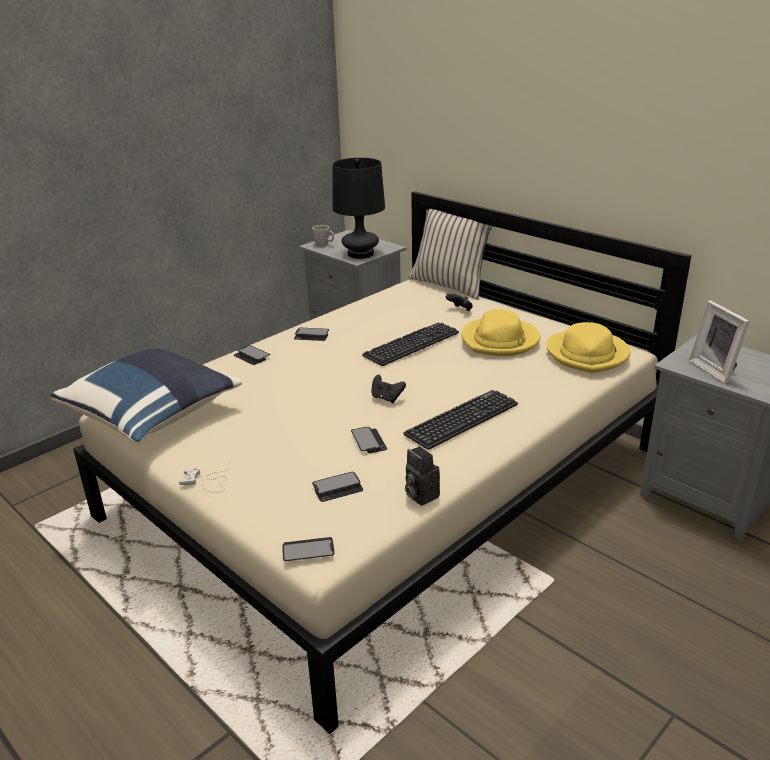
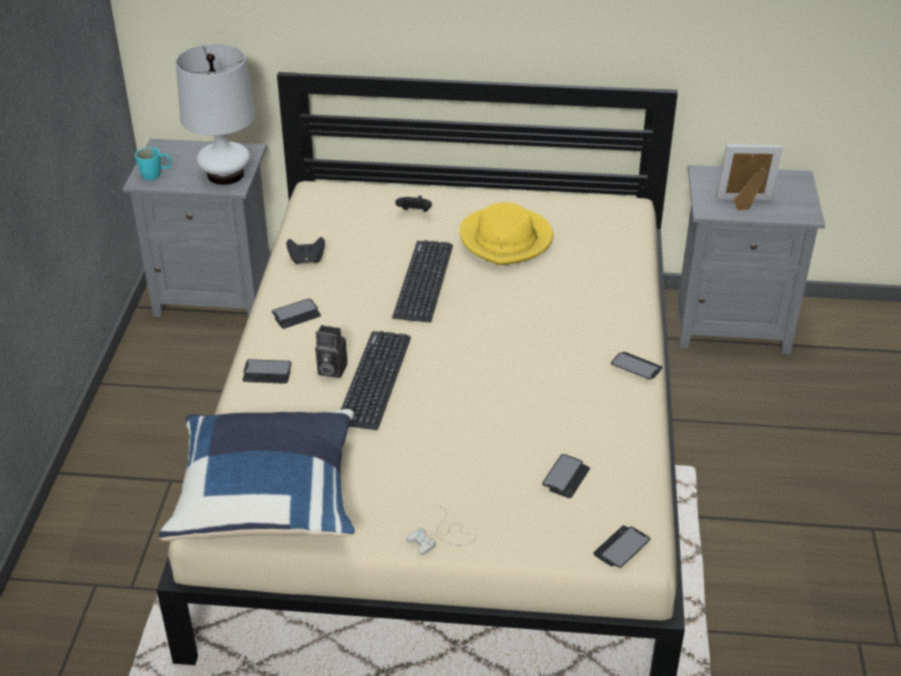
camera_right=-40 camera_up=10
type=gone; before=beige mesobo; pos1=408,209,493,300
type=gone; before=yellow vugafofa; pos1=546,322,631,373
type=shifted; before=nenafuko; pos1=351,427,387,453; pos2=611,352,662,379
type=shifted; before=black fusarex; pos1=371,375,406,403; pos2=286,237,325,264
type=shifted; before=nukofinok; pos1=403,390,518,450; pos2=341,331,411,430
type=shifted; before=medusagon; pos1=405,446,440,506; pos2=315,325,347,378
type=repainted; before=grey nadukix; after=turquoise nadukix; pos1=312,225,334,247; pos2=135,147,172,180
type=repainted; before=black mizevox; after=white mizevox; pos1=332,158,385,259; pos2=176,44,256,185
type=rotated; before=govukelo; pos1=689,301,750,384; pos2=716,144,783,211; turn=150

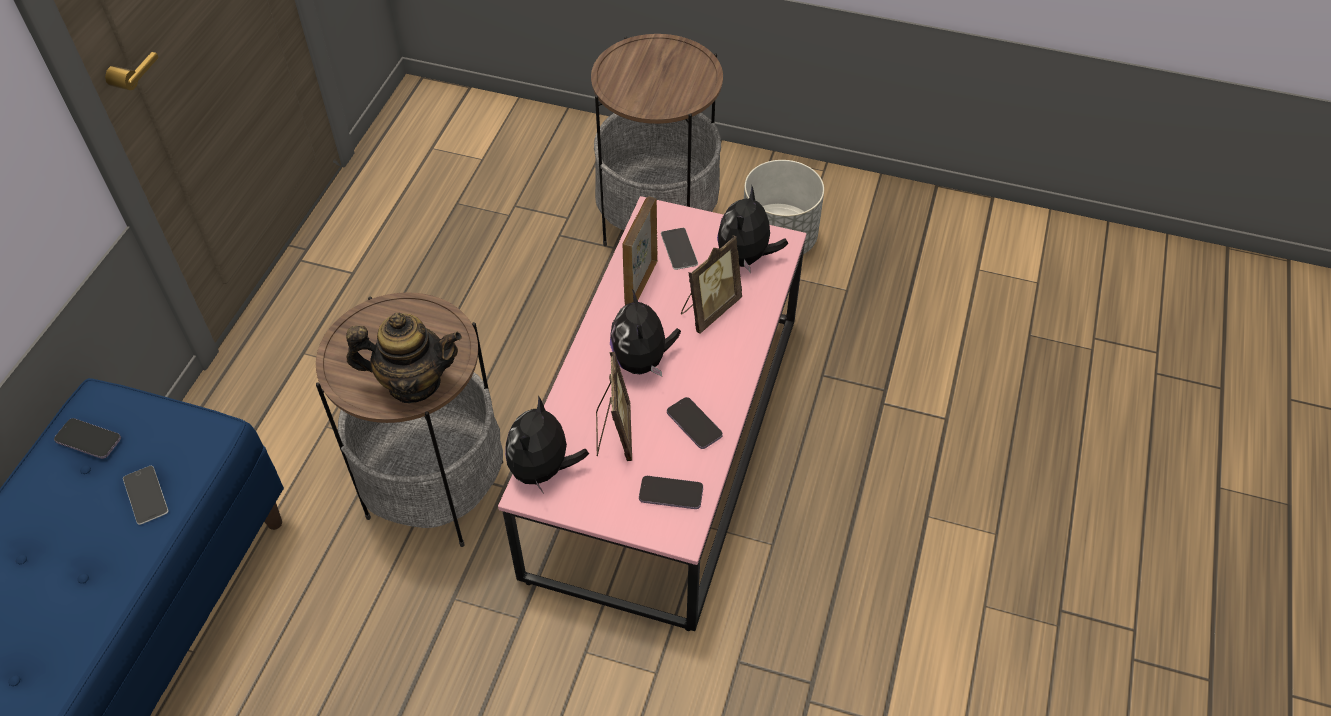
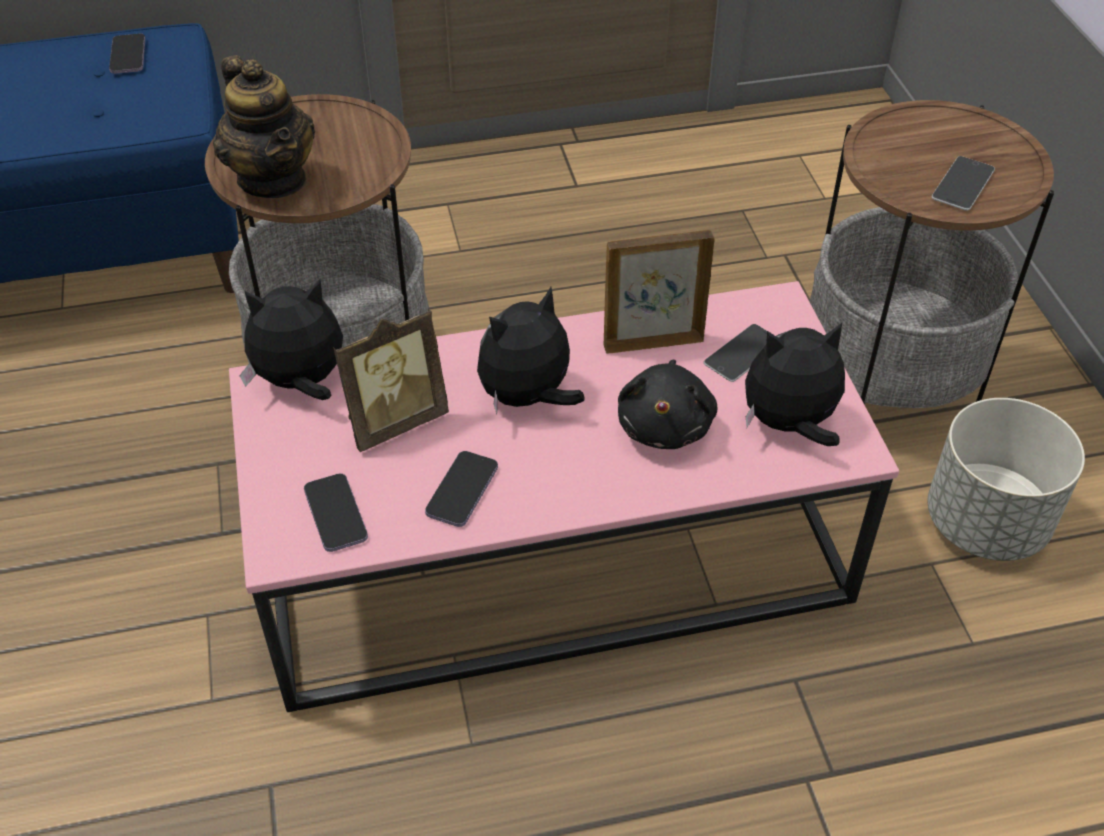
camera_right=60 camera_up=-5
type=shifted; before=nenafuko; pos1=123,466,168,525; pos2=932,156,995,211
type=swapped; before=govukelo; after=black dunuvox; pos1=681,235,742,334; pos2=618,360,717,449

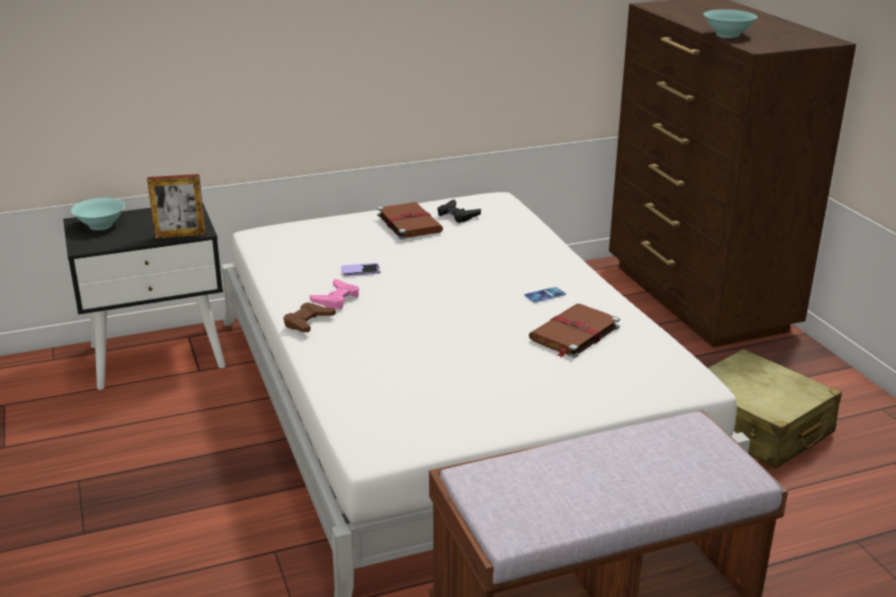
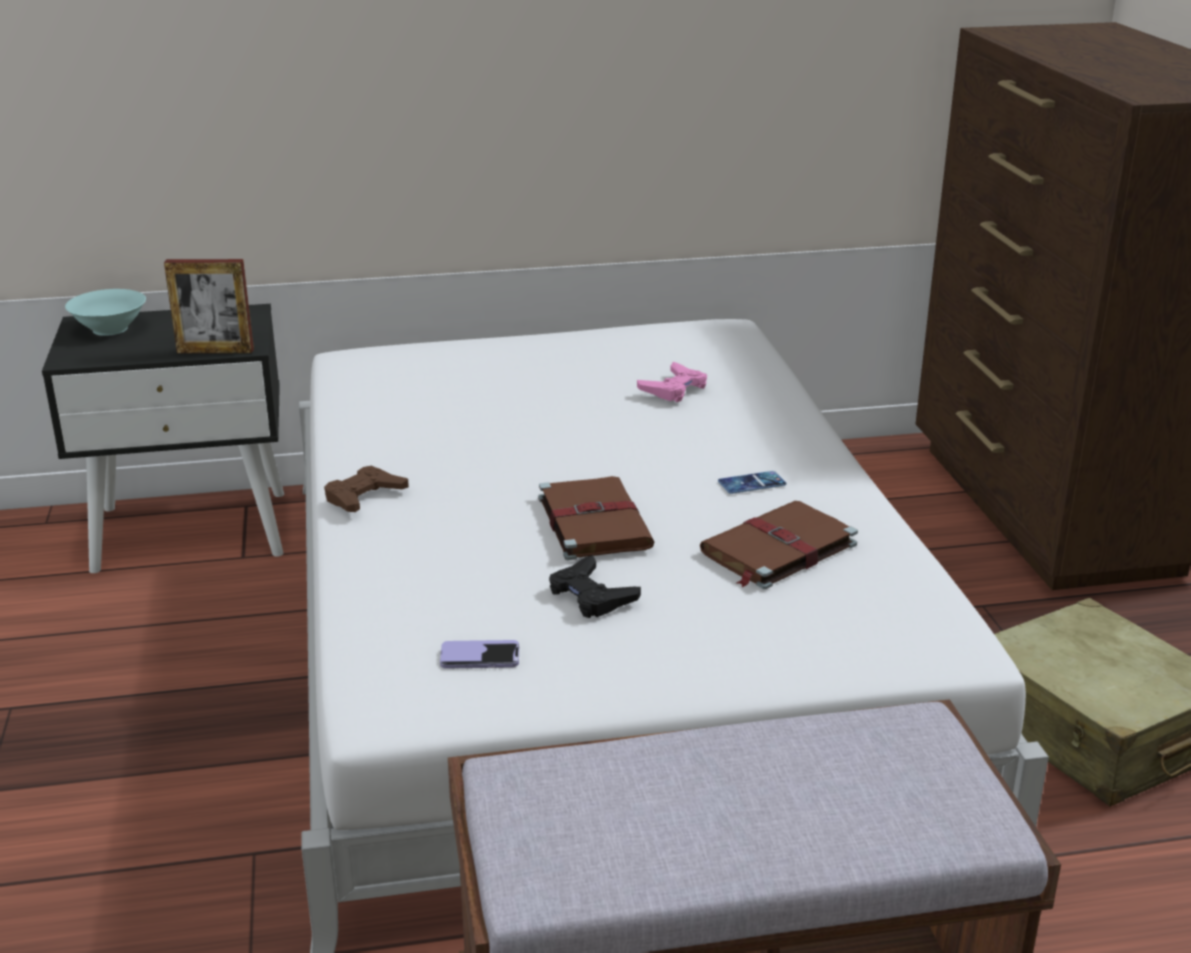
camera_right=10 camera_up=0
type=gone; before=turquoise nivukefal; pos1=704,9,757,38
type=shifted; before=pink fusarex; pos1=310,279,359,309; pos2=637,362,707,402
type=shifted; before=nenafuko; pos1=341,263,380,276; pos2=440,640,519,669
type=shifted; before=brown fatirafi; pos1=377,202,443,240; pos2=538,476,654,560
type=shifted; before=black fusarex; pos1=438,200,481,223; pos2=549,555,641,618

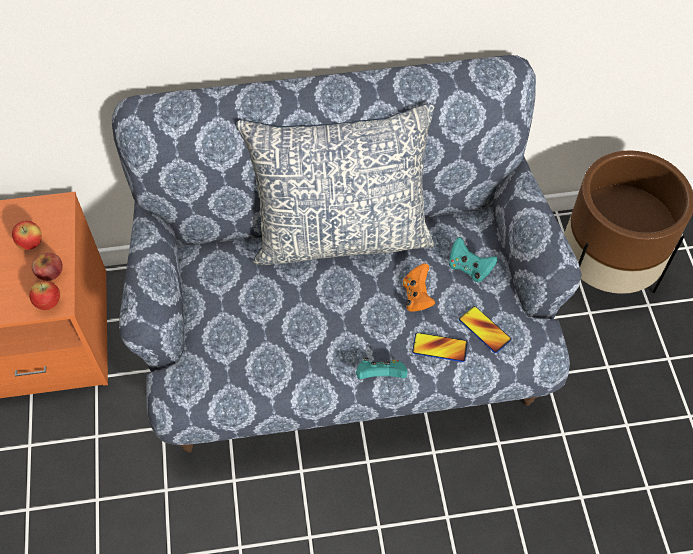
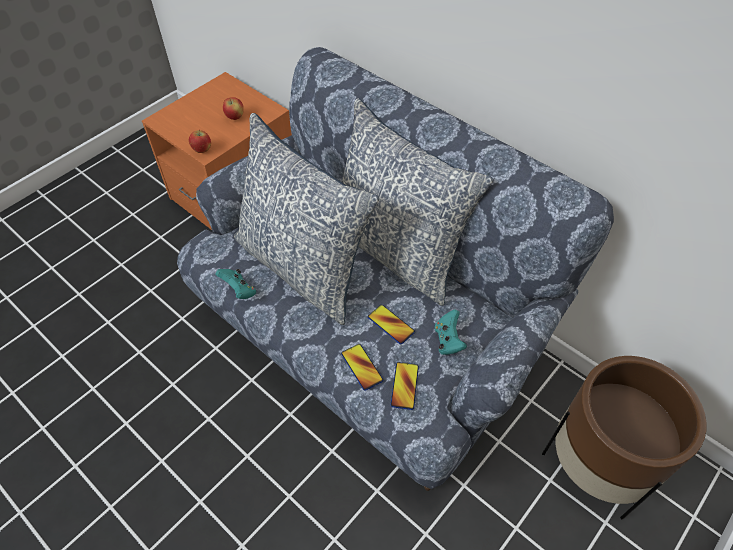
camera_right=50 camera_up=-5
type=gone; before=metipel; pos1=32,253,63,281
type=new; after=mesobo; pos2=234,113,379,325
type=shifted; before=turquoise fusarex; pos1=356,357,408,379; pos2=216,269,256,299
type=swapped; before=orange fusarex; after=nenafuko; pos1=403,263,435,312; pos2=368,305,415,344

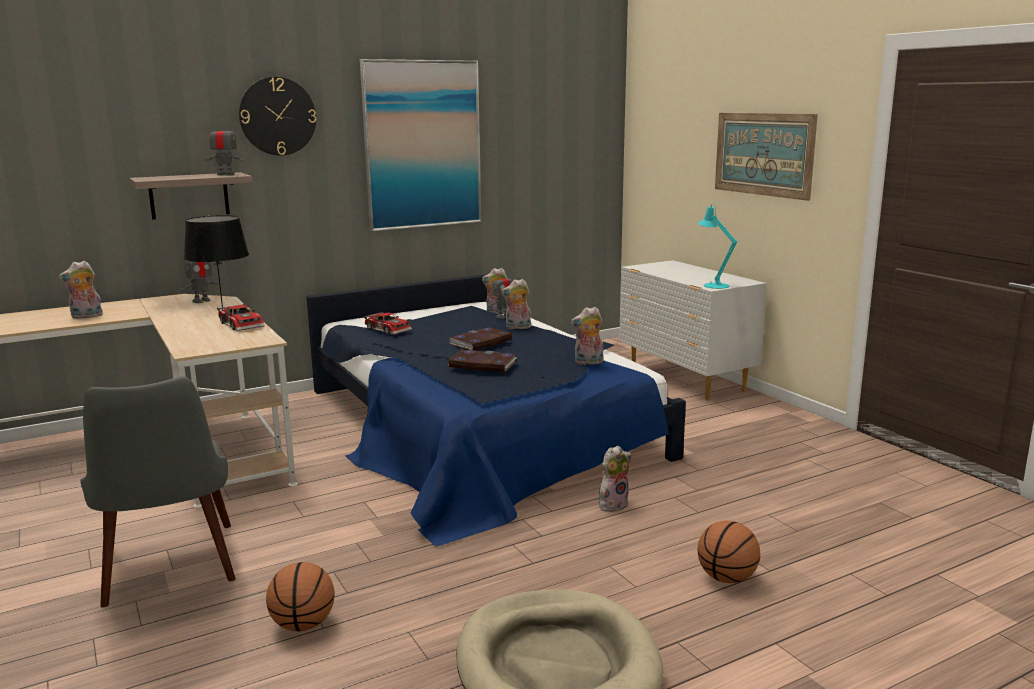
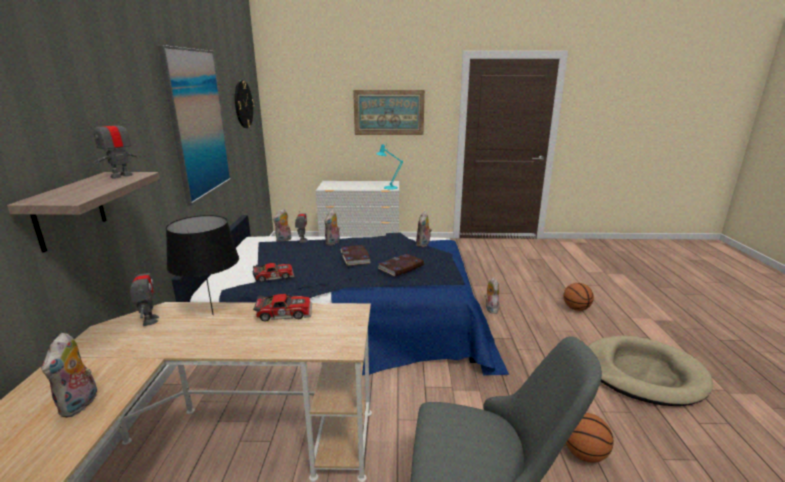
camera_right=-60 camera_up=5
type=shifted; before=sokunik; pos1=239,77,316,156; pos2=235,80,254,128

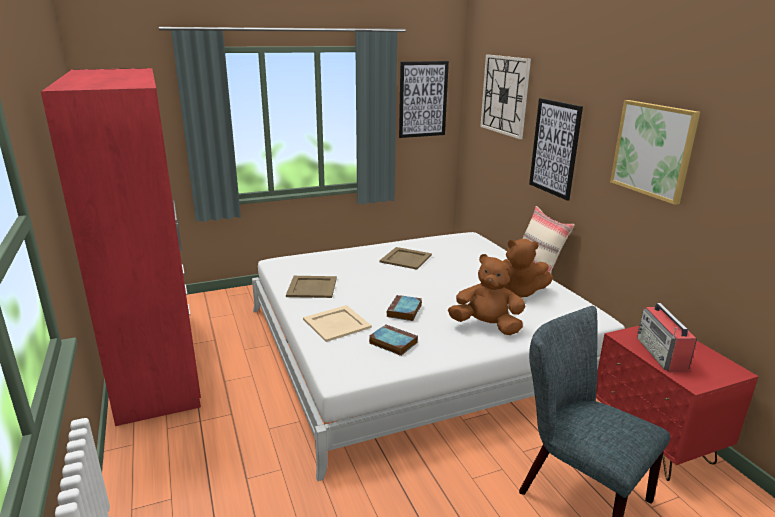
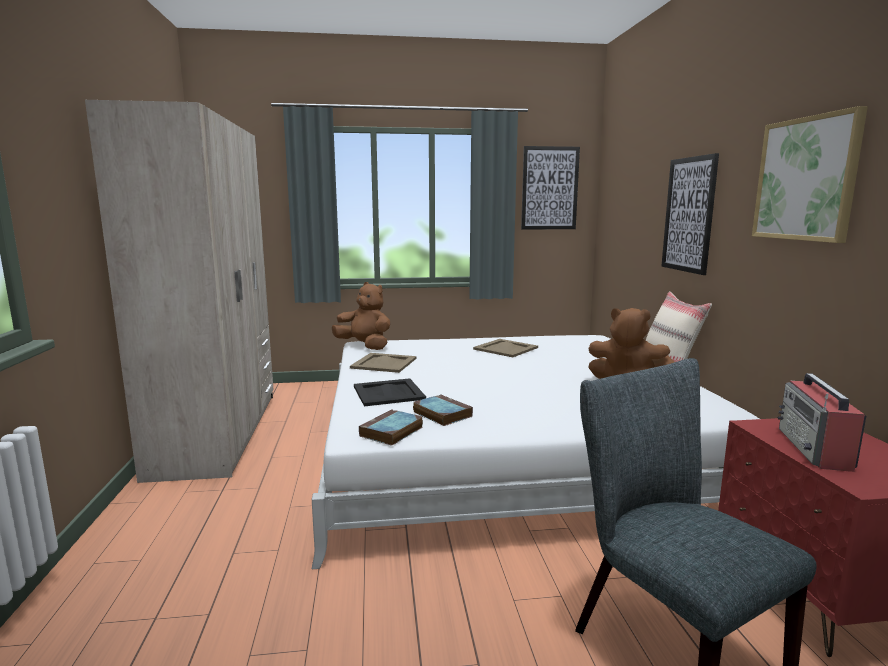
camera_right=15 camera_up=-10
type=gone; before=sokunik; pos1=480,55,531,139
type=shifted; before=fatirafi; pos1=387,295,422,321; pos2=359,409,423,446
type=shifted; before=brown dunuvox; pos1=448,254,525,335; pos2=332,282,391,350
type=repainted; before=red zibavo; after=beige zibavo; pos1=41,68,201,426; pos2=85,100,273,483
type=repainted; before=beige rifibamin; after=black rifibamin; pos1=303,305,372,342; pos2=354,378,426,406

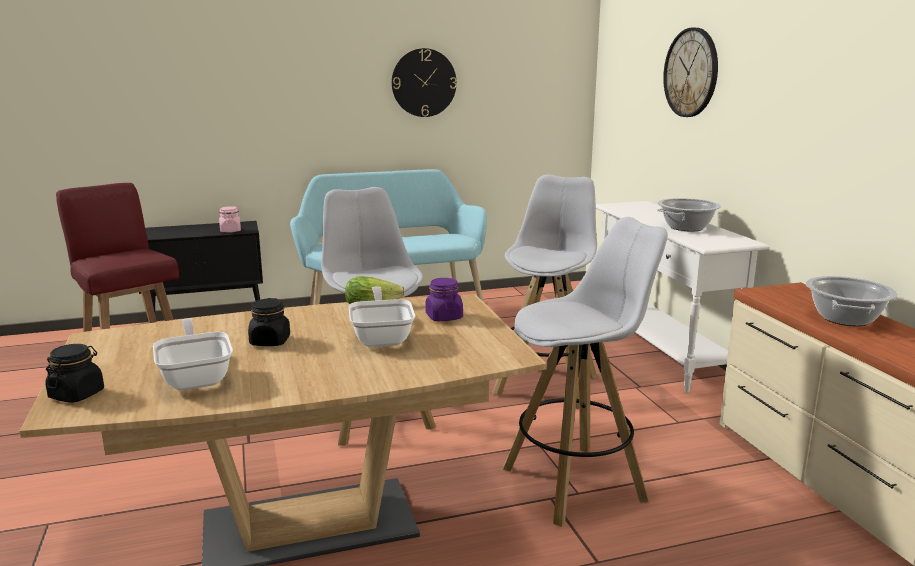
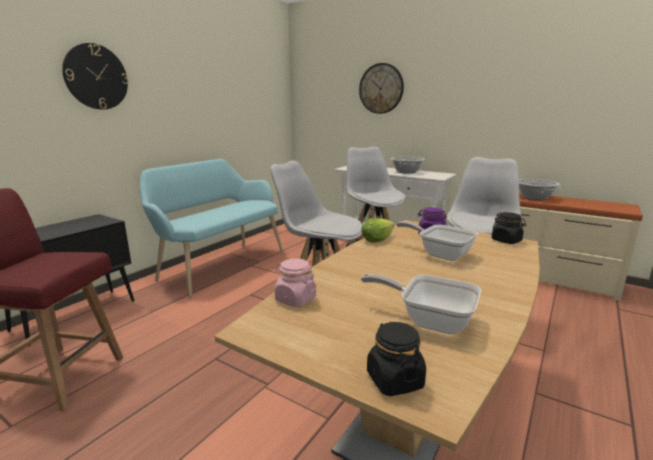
camera_right=-40 camera_up=0
type=shifted; before=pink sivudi; pos1=219,206,241,233; pos2=275,258,316,307
type=shifted; before=black sivudi; pos1=248,298,290,346; pos2=492,212,526,244
type=shifted; before=sokunik; pos1=392,48,457,117; pos2=62,43,128,110

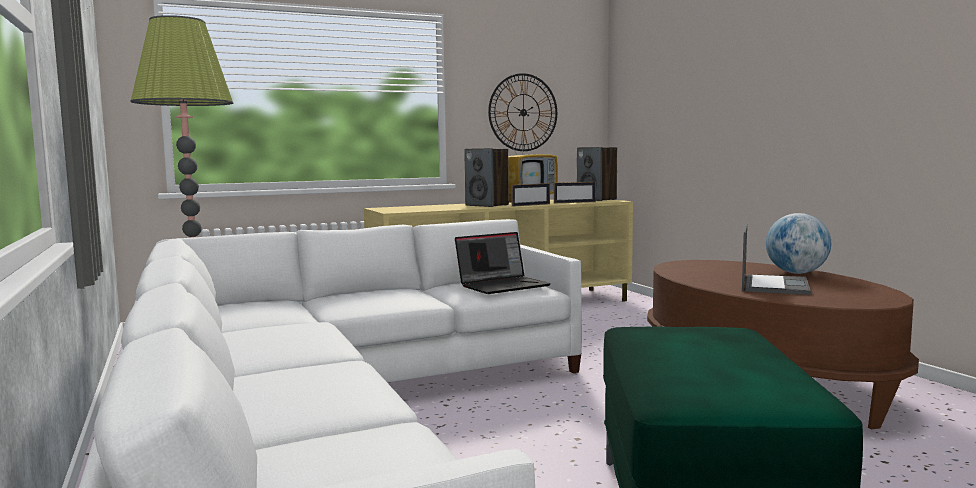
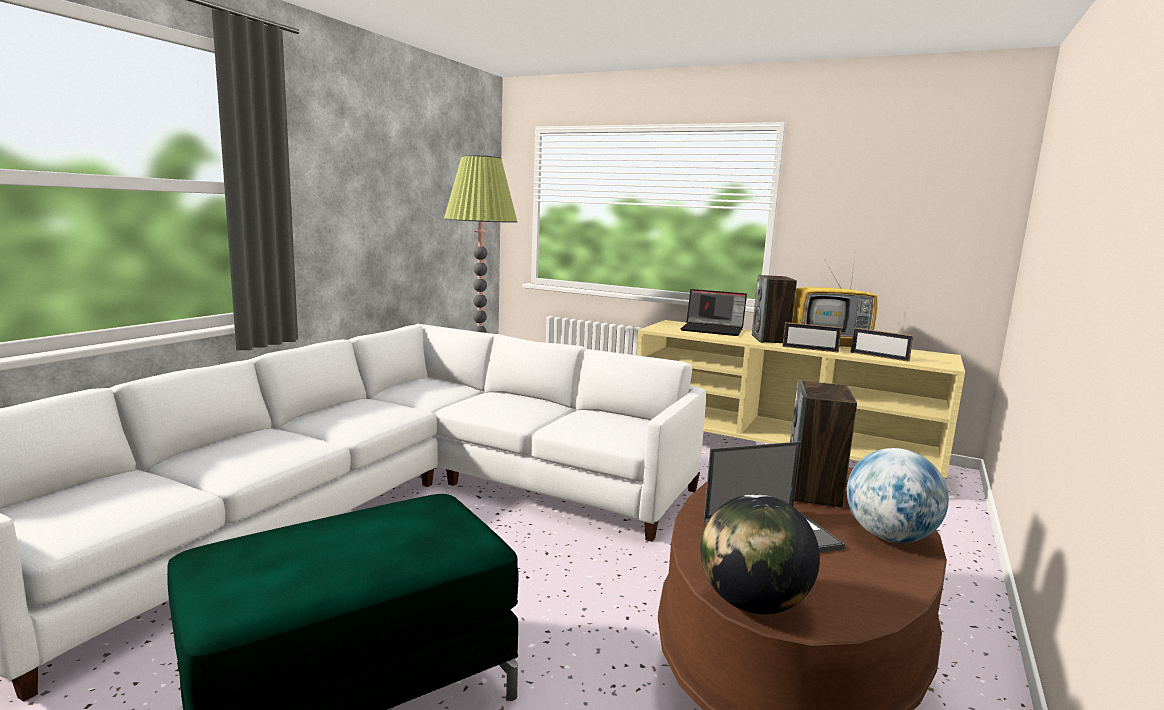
camera_right=50 camera_up=5
type=gone; before=sokunik; pos1=488,73,557,151
type=new; after=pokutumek; pos2=701,494,820,614
type=shifted; before=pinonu; pos1=455,232,551,294; pos2=680,289,747,336
type=shifted; before=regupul; pos1=577,147,617,201; pos2=790,380,857,507

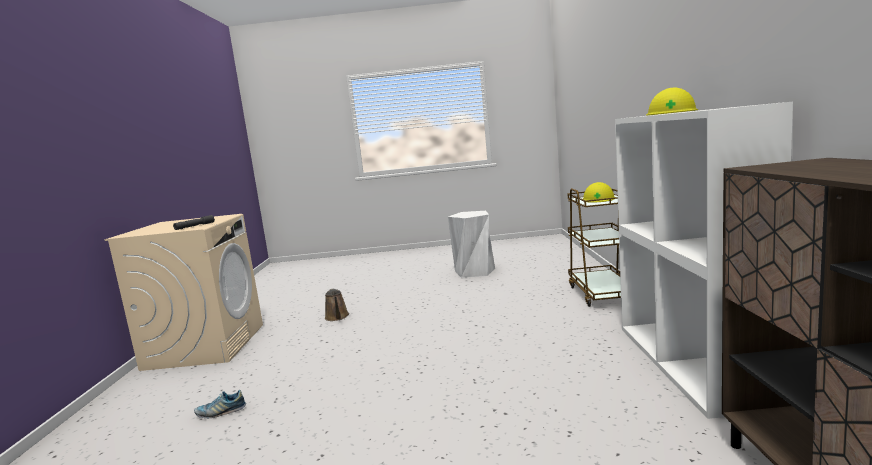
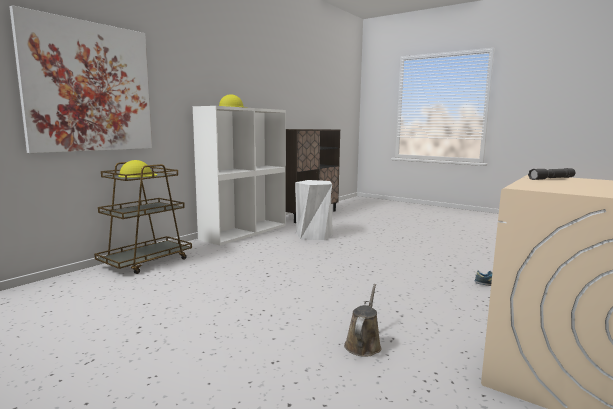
camera_right=-145 camera_up=0
type=new; after=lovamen; pos2=10,5,152,153
type=shifted; before=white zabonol; pos1=448,211,495,278; pos2=295,180,333,240

